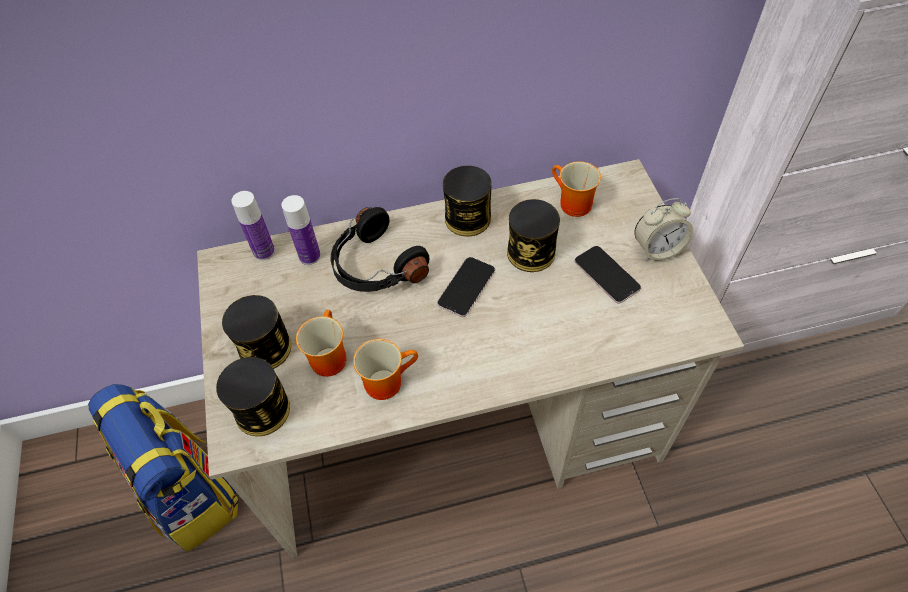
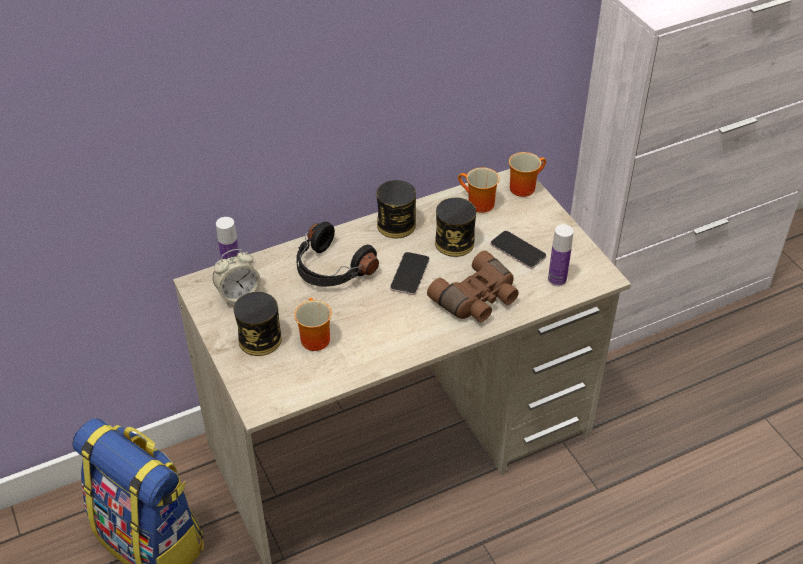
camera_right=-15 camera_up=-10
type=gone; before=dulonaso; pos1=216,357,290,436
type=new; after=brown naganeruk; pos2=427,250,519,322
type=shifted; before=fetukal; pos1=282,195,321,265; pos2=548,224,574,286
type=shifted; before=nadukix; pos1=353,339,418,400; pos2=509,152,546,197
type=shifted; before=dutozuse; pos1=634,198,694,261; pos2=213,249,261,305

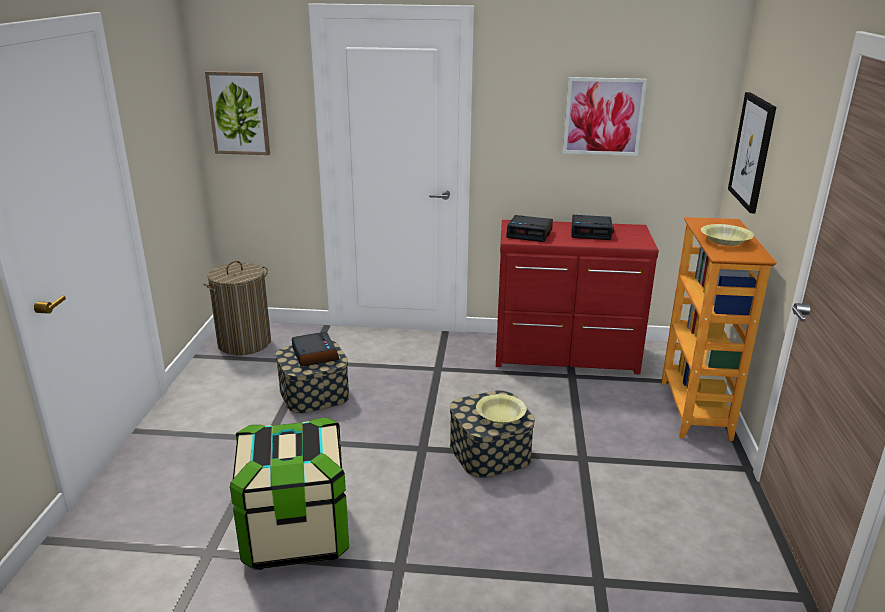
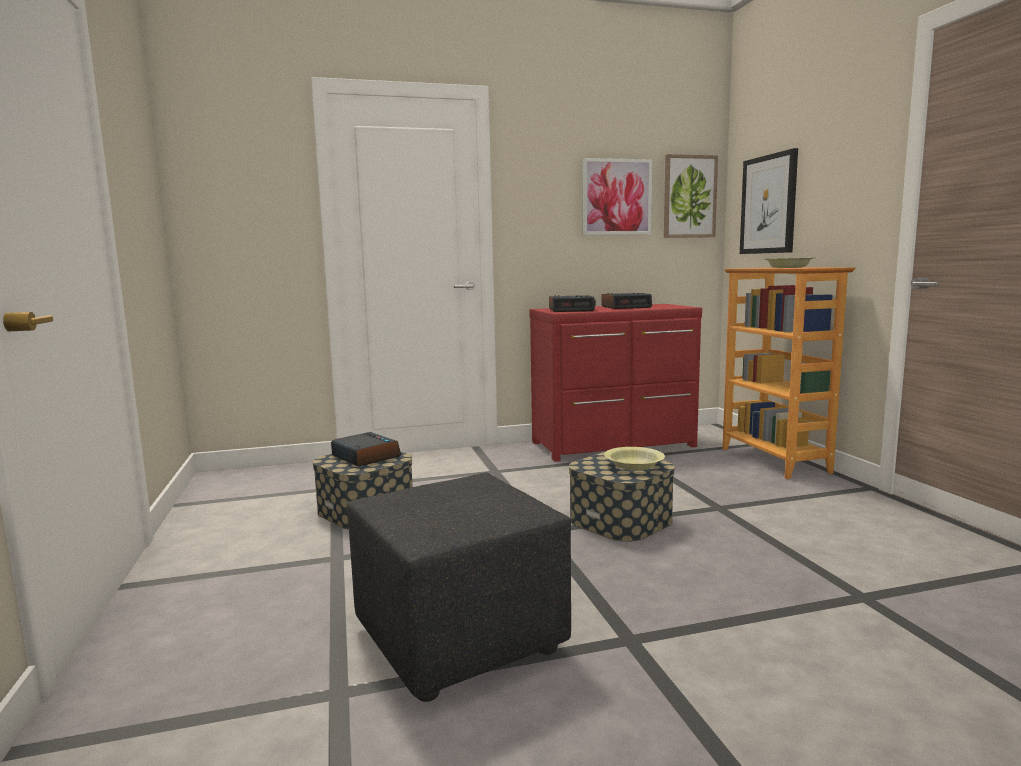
camera_right=-20 camera_up=-15
type=gone; before=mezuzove; pos1=203,261,271,355
type=shifted; before=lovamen; pos1=205,71,270,155; pos2=664,154,718,238
type=swapped; before=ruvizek; after=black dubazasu; pos1=230,417,349,570; pos2=347,473,571,702

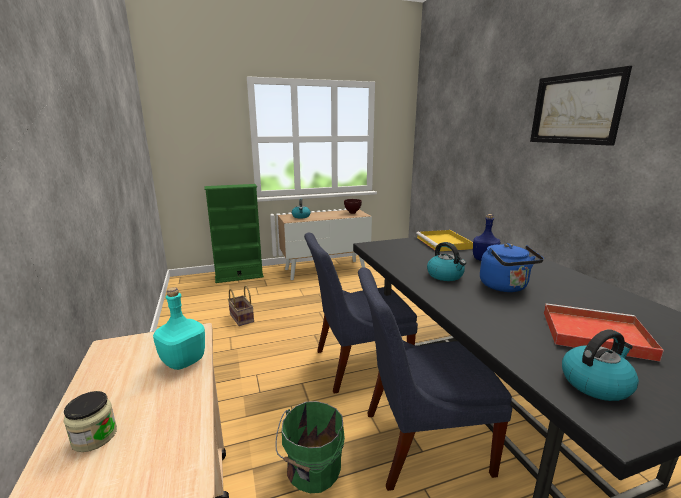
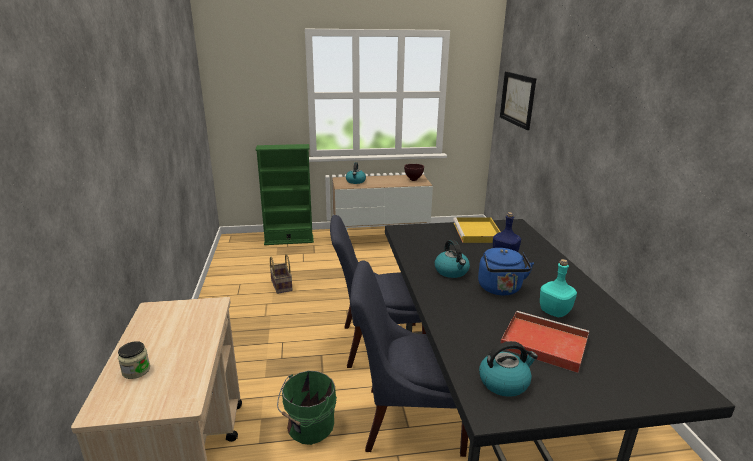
camera_right=10 camera_up=5
type=shifted; before=turquoise fetukal; pos1=153,287,205,370; pos2=540,259,577,317
type=shifted; before=lovamen; pos1=530,66,632,146; pos2=500,71,536,130

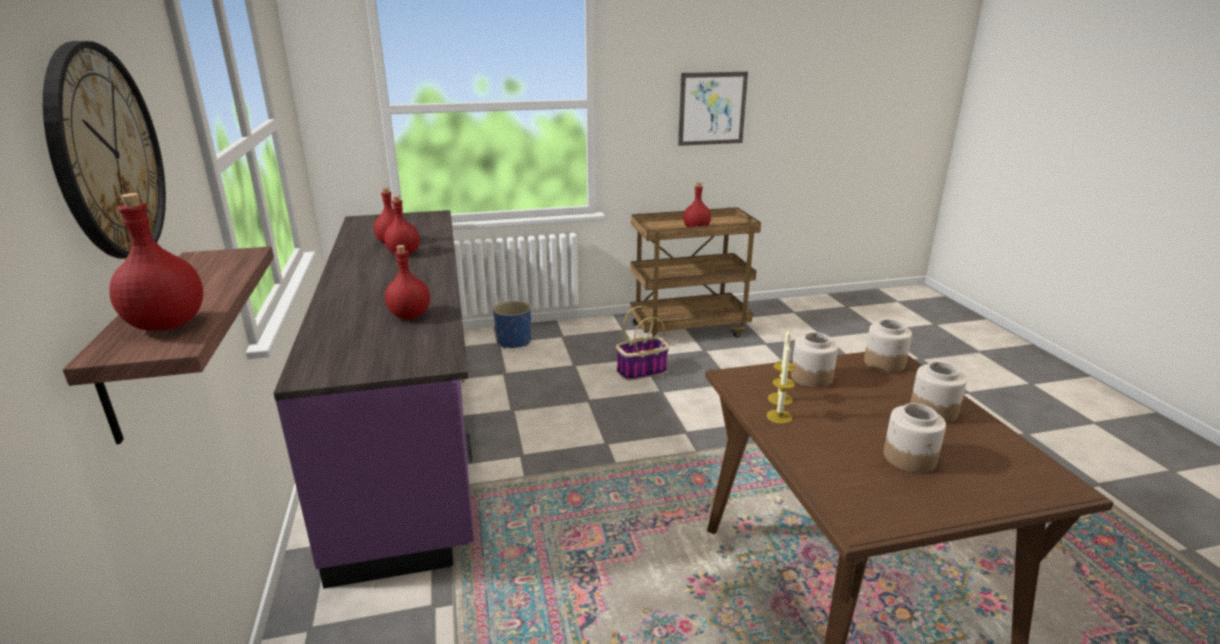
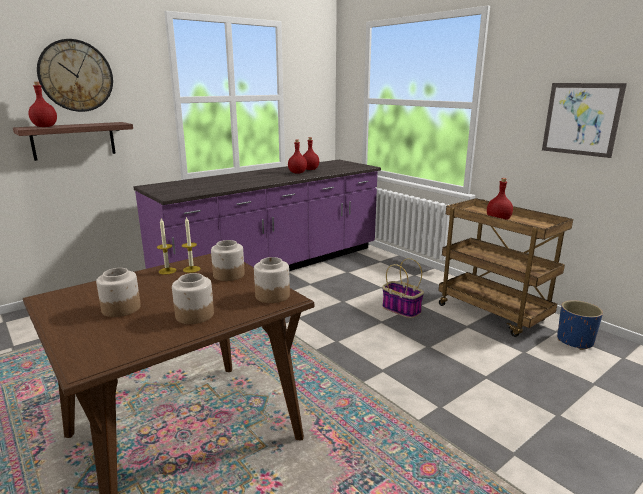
camera_right=65 camera_up=-5
type=gone; before=red fetukal; pos1=385,245,430,319
type=shifted; before=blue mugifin; pos1=493,301,531,349; pos2=557,300,603,350

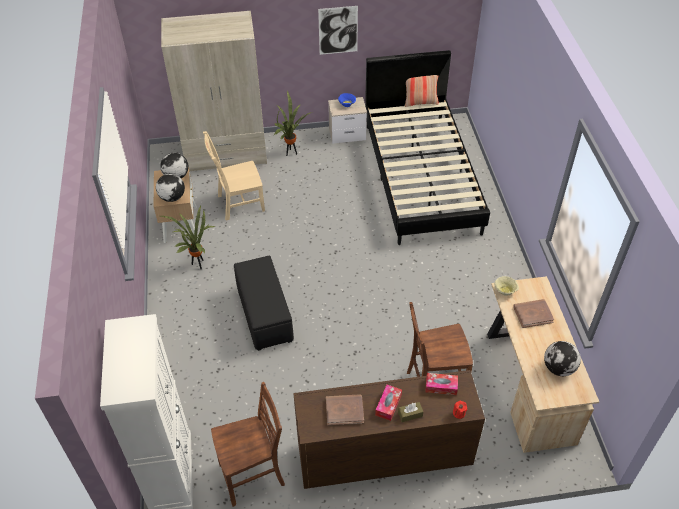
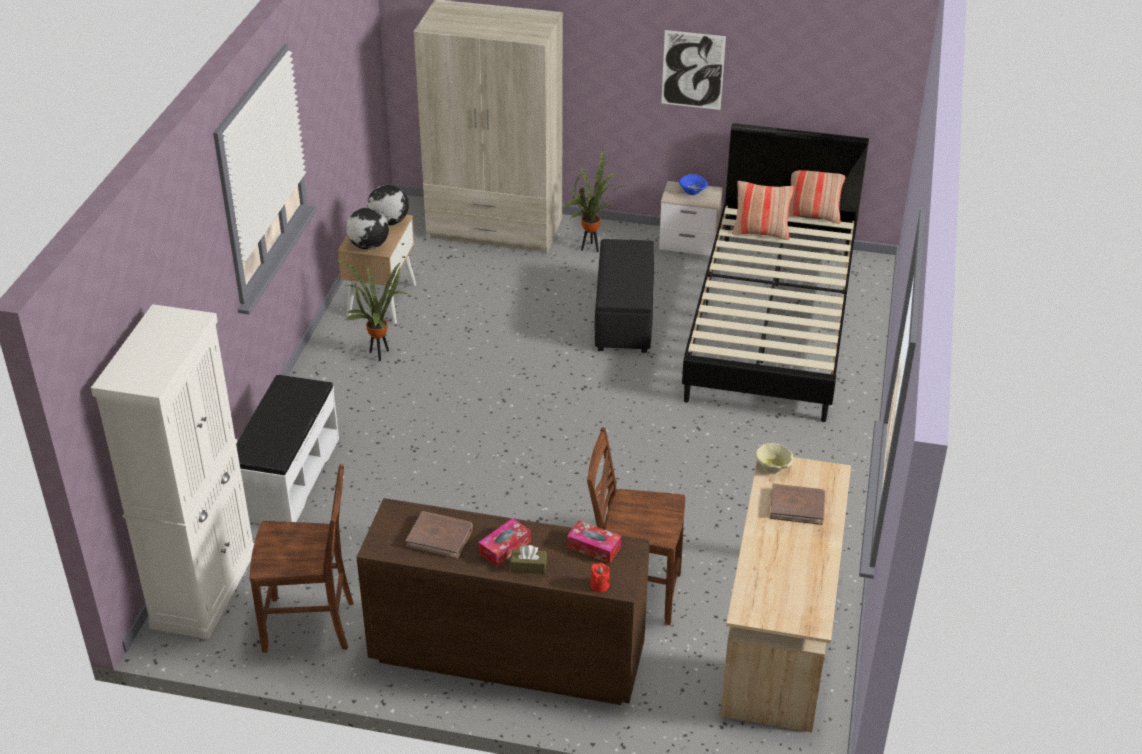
camera_right=20 camera_up=-10
type=gone; before=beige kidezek; pos1=203,131,265,221
type=gone; before=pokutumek; pos1=544,341,581,376
type=new; after=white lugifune; pos2=236,375,339,524
type=new; after=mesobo; pos2=732,181,795,240
type=shifted; before=black dubazasu; pos1=234,256,294,351; pos2=595,239,654,353

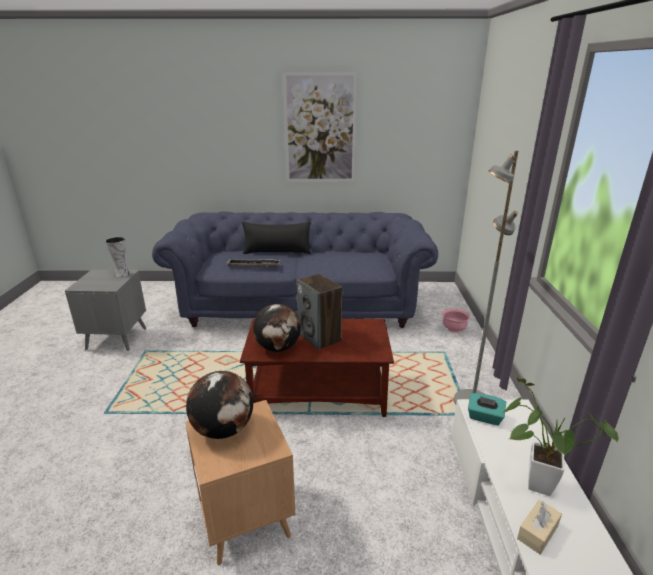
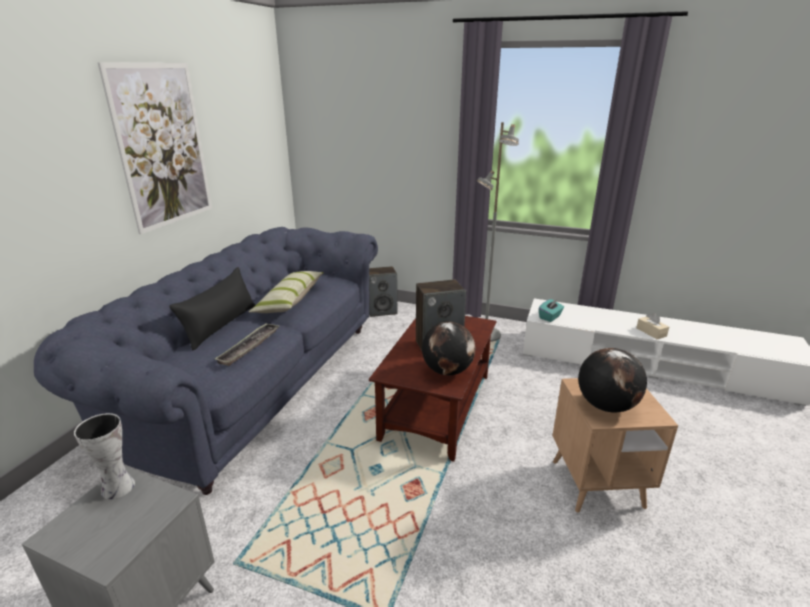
camera_right=-70 camera_up=0
type=gone; before=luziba; pos1=502,377,619,496
type=new; after=mesobo; pos2=249,271,324,313
type=swapped; before=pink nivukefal; after=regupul; pos1=442,308,470,333; pos2=369,266,397,317

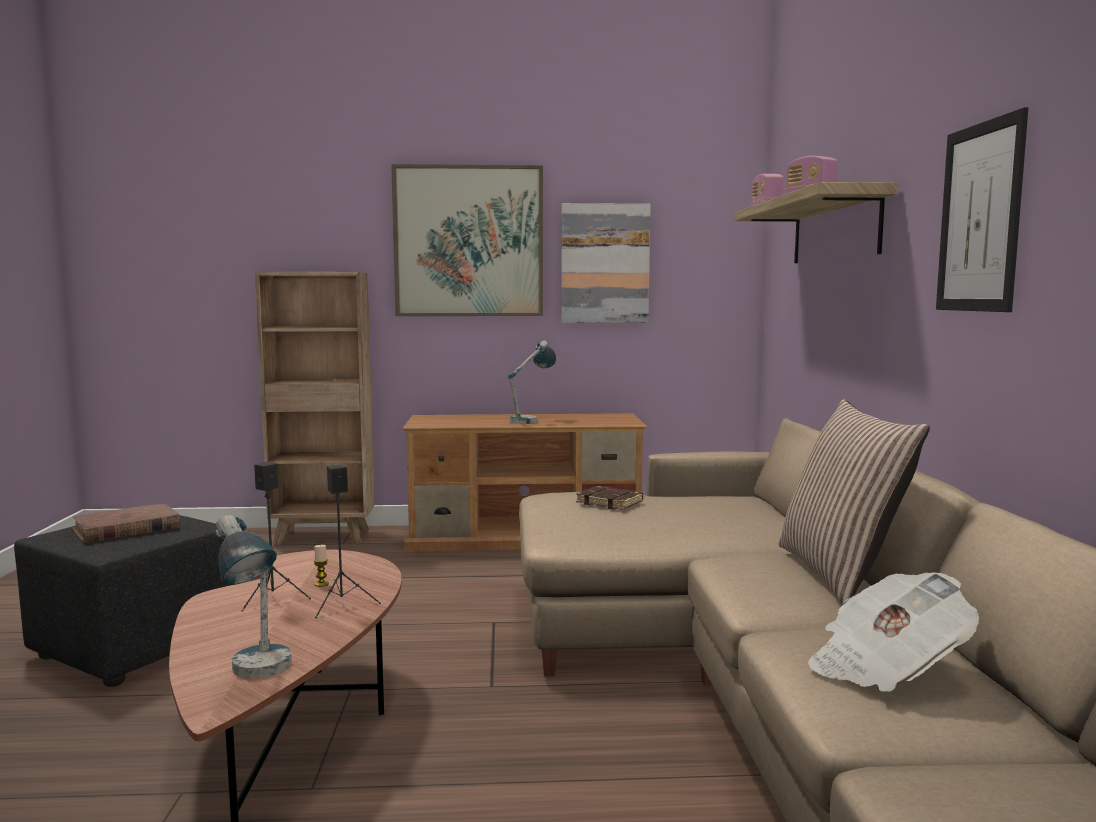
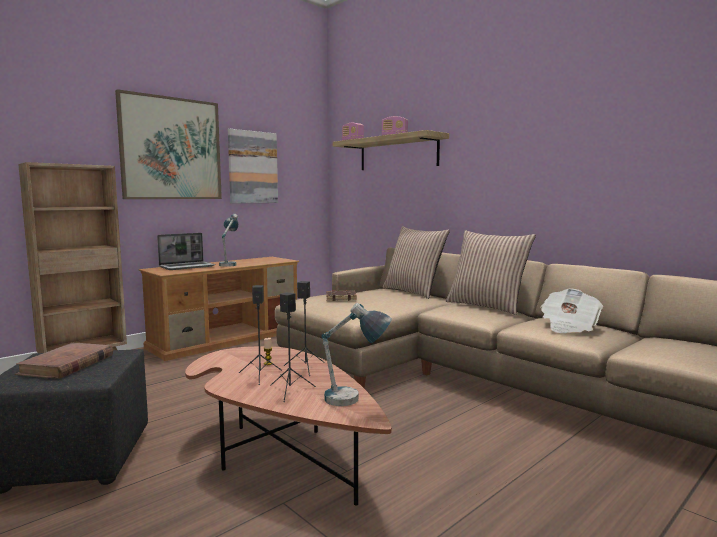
camera_right=-40 camera_up=0
type=gone; before=lovamen; pos1=936,107,1028,312
type=new; after=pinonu; pos2=157,233,215,270
type=new; after=black regupul; pos2=270,292,316,402
type=new; after=mesobo; pos2=383,226,450,299

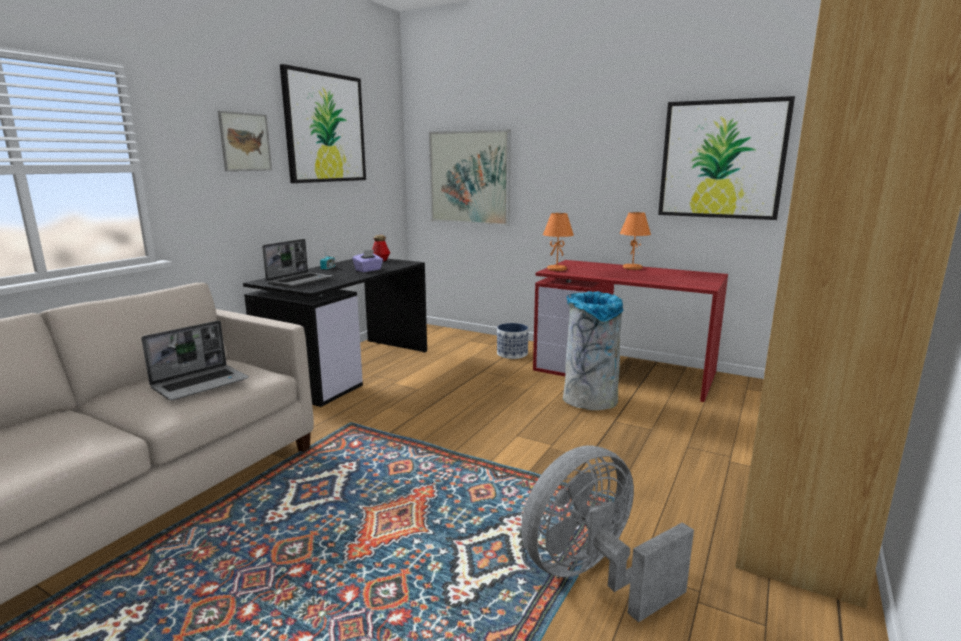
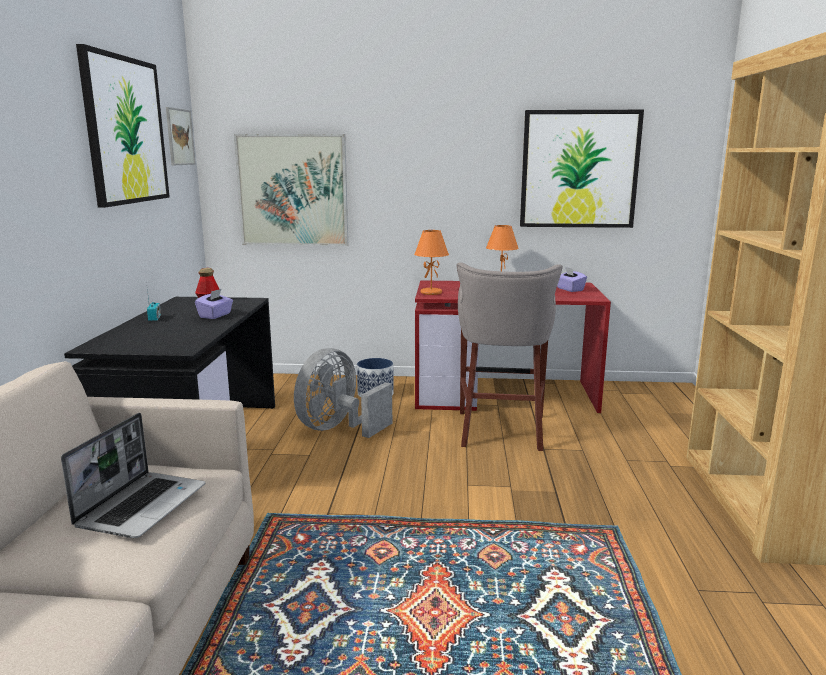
camera_right=-25 camera_up=0
type=gone; before=pinonu; pos1=262,239,332,287
type=new; after=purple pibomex; pos2=557,267,587,292
type=shifted; before=lovamen; pos1=218,111,272,171; pos2=166,107,196,165
type=shifted; before=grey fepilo; pos1=521,445,694,623; pos2=294,348,392,438
type=swapped; before=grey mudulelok; after=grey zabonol; pos1=563,291,624,410; pos2=456,263,563,451

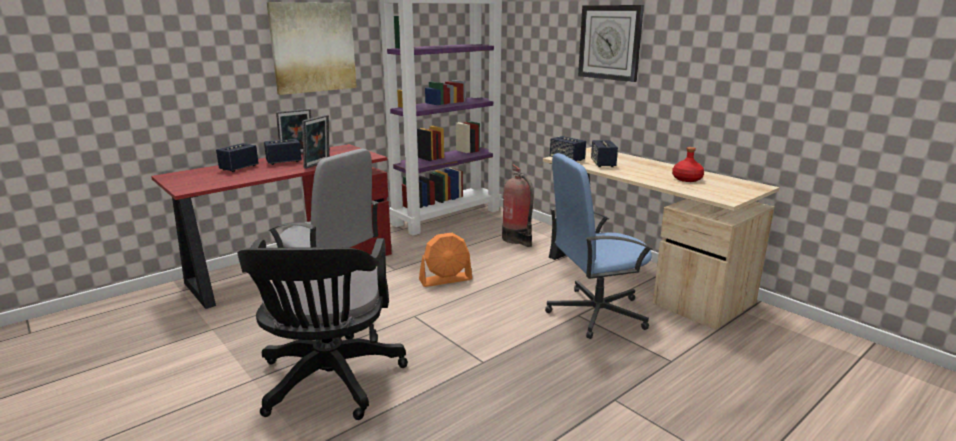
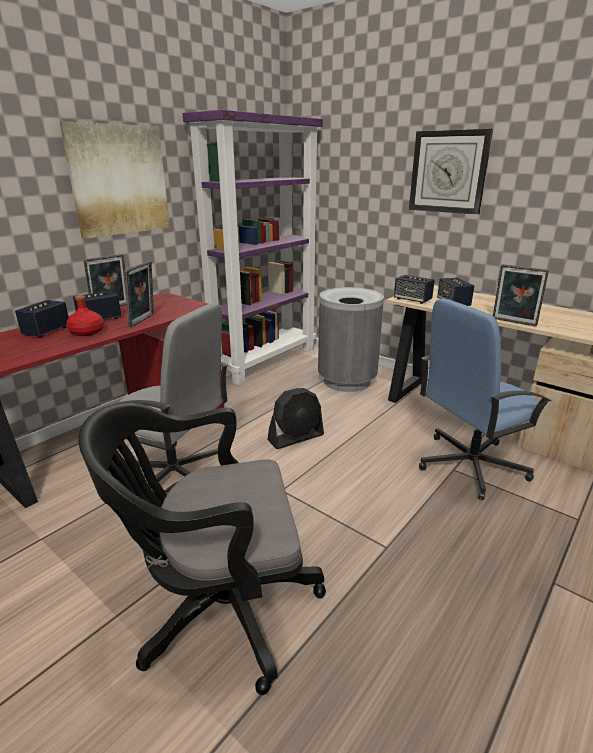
camera_right=-10 camera_up=5
type=new; after=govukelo; pos2=493,264,549,327
type=shifted; before=red fetukal; pos1=672,147,704,182; pos2=66,295,104,336
type=swapped; before=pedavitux; after=grey mudulelok; pos1=502,164,534,247; pos2=318,287,384,392
type=repainted; before=orange fepilo; after=black fepilo; pos1=419,233,472,287; pos2=267,388,324,449
type=rotated; before=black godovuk; pos1=237,238,408,420; pos2=78,402,326,695; turn=90

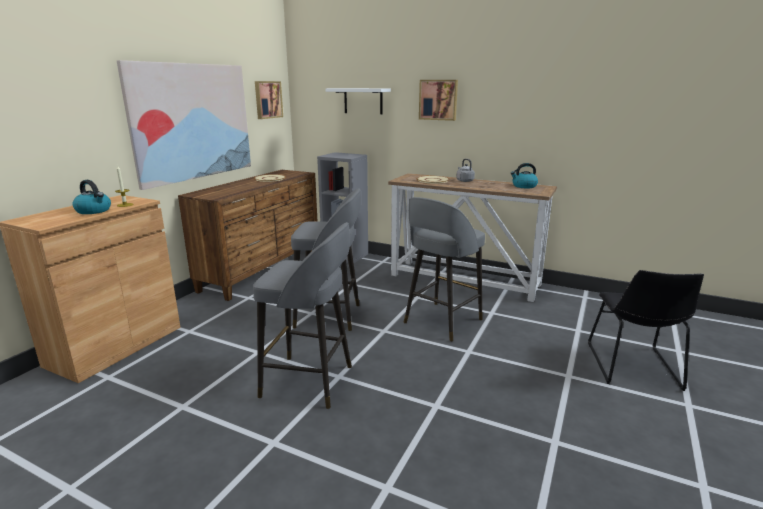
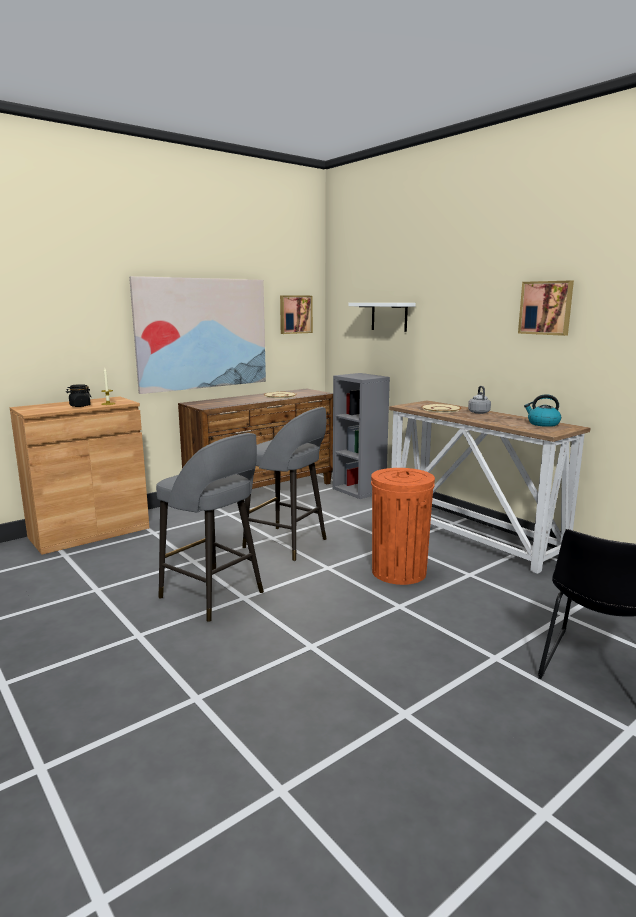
camera_right=25 camera_up=-5
type=shifted; before=lovamen; pos1=419,80,458,121; pos2=518,280,574,336
type=swapped; before=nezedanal; after=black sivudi; pos1=72,180,111,214; pos2=66,384,91,407
type=swapped; before=grey zabonol; after=orange mudulelok; pos1=403,197,485,342; pos2=371,468,435,585

